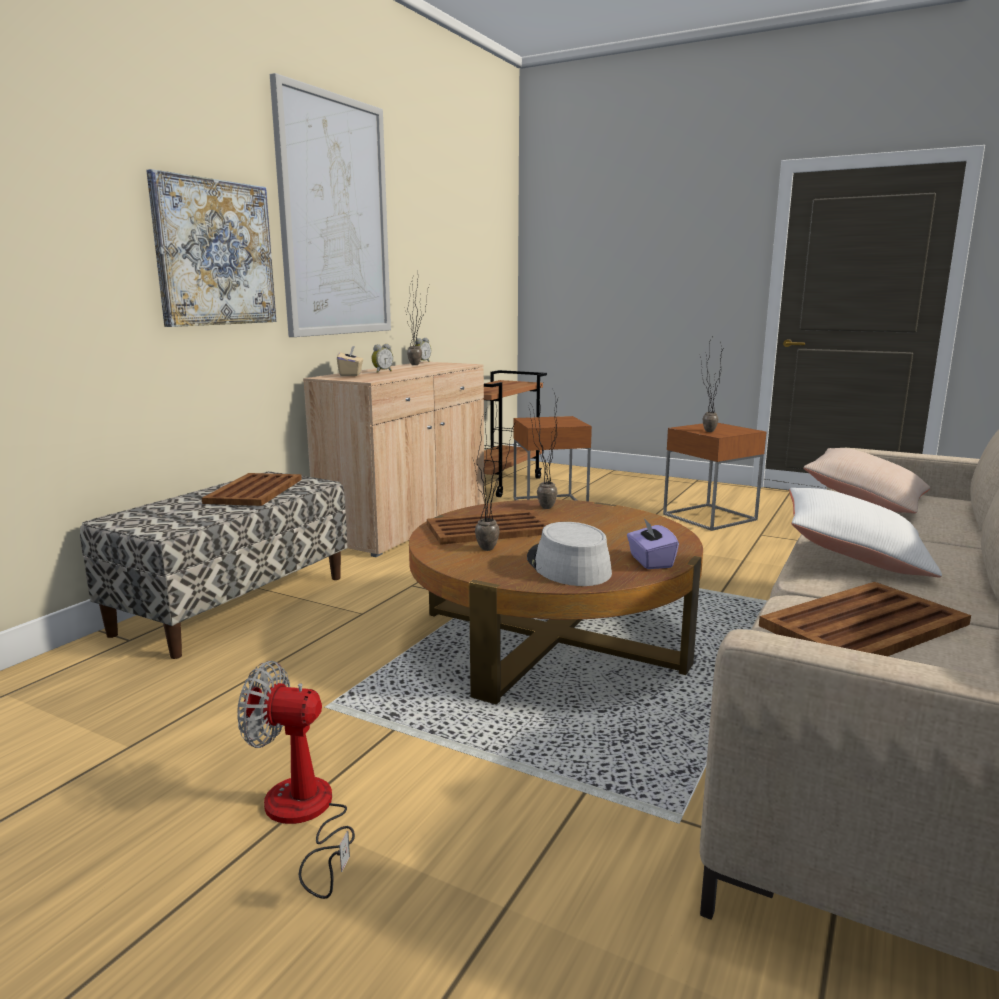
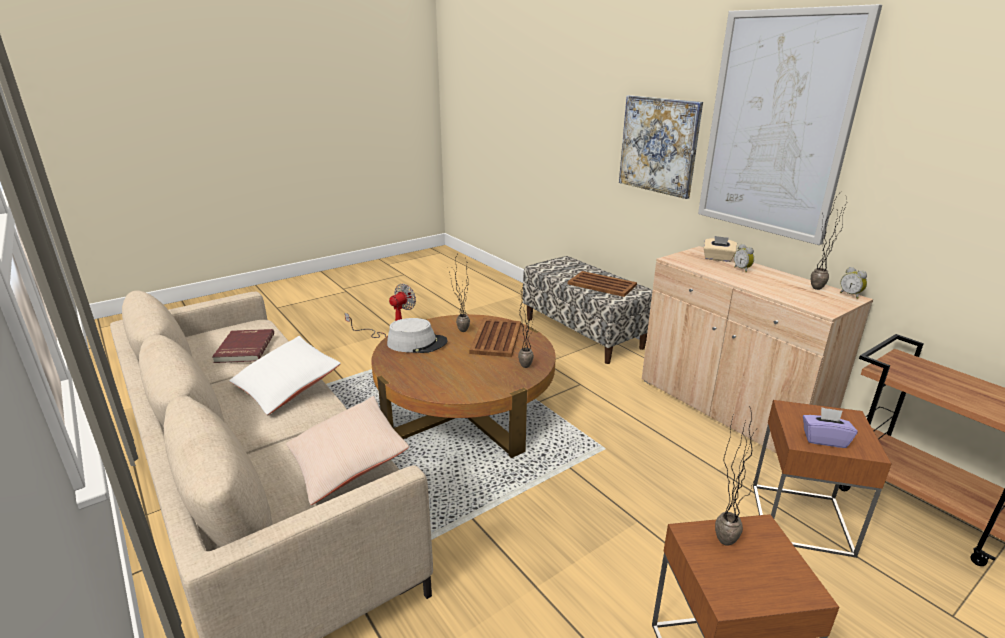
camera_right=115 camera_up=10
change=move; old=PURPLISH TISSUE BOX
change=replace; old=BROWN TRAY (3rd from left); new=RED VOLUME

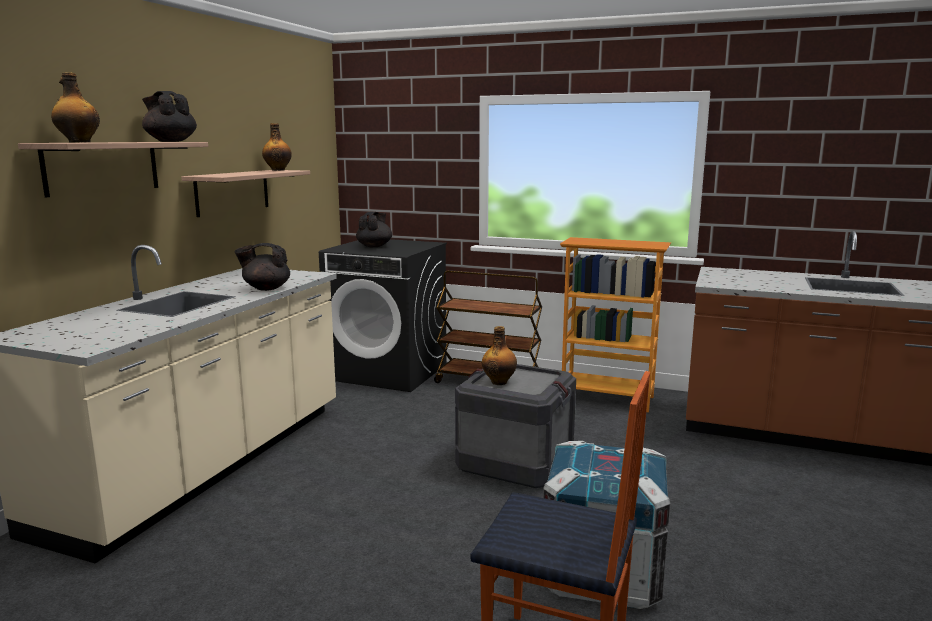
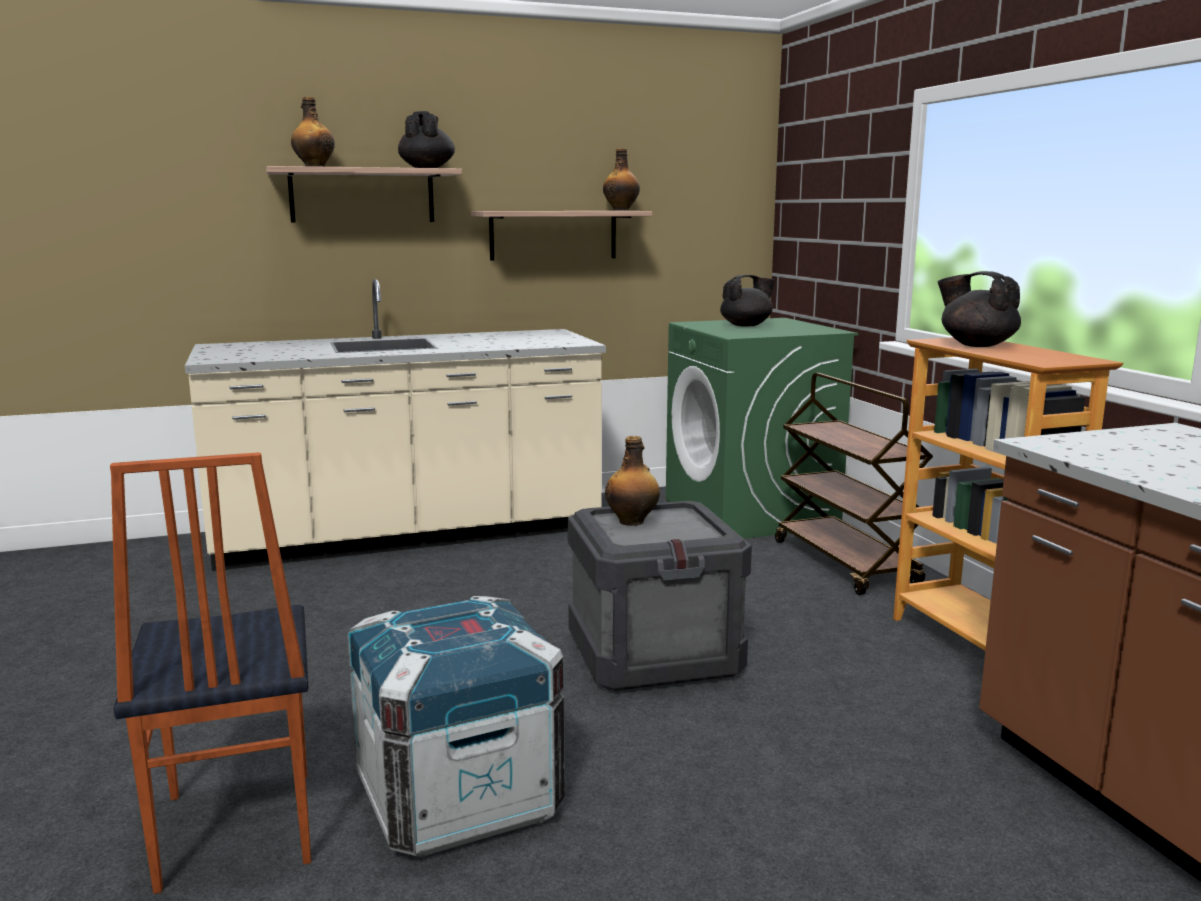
camera_right=50 camera_up=0
change=recolor; old=BLACK-COLOURED LAUNDRY APPLIANCE; new=GREEN LAUNDRY APPLIANCE
change=move; old=BLACK-COLOURED TEA POT (2nd from left in the first image); new=BLACK-COLOURED TEA POT (3rd from left)

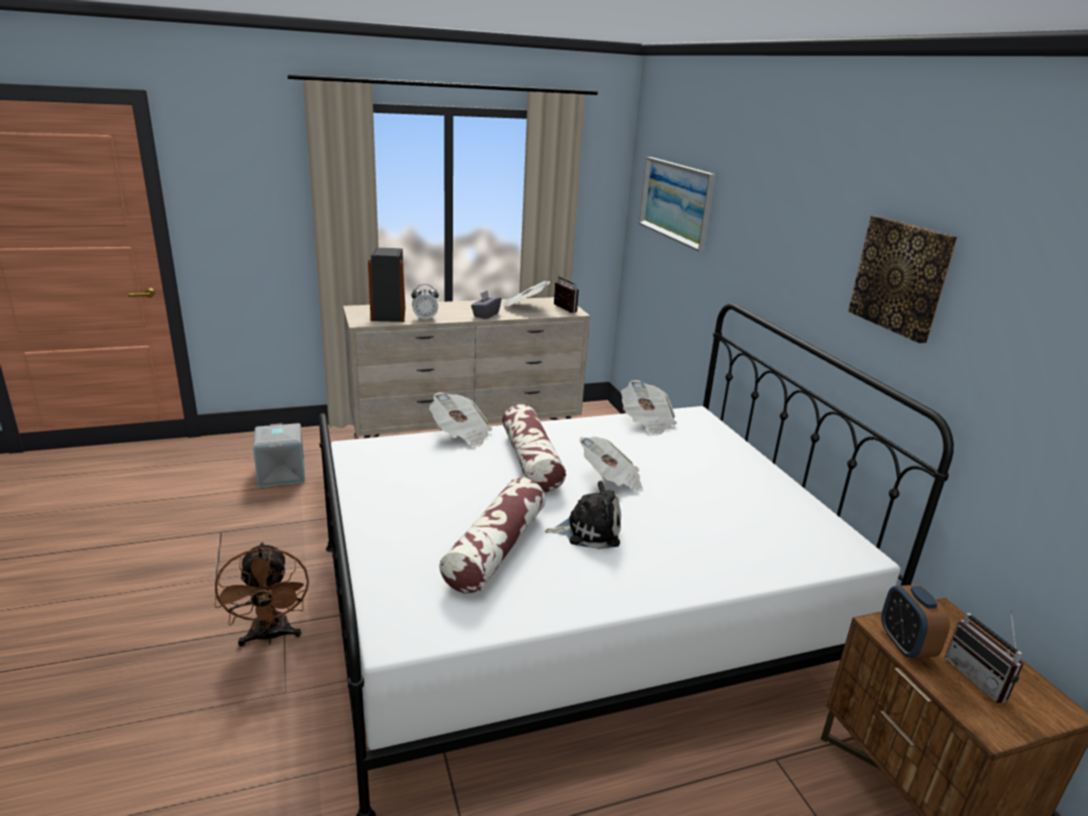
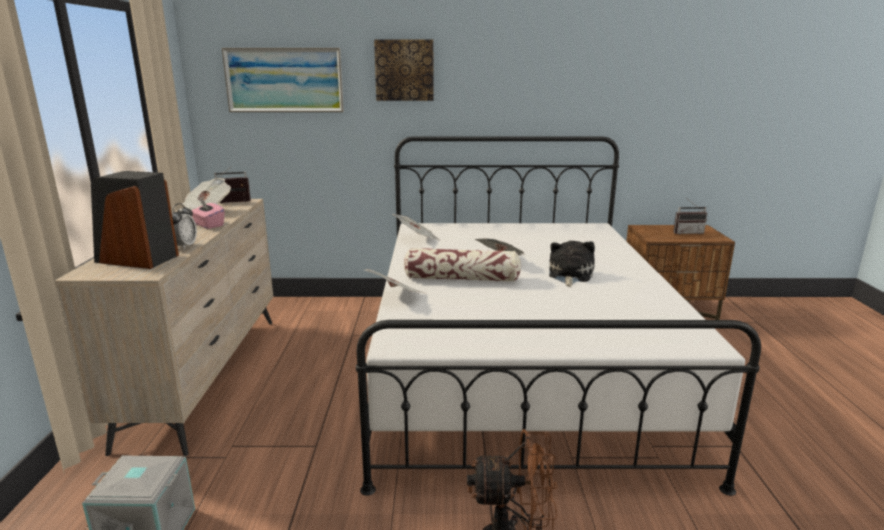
camera_right=-70 camera_up=-5
change=move; old=PICTURE (2nd from left)
change=recolor; old=GREYISH TISSUE BOX; new=PINK-COLOURED TISSUE BOX
change=delete; old=PILLOW (1st from left)
change=delete; old=BEDSIDE CLOCK (2nd from left)

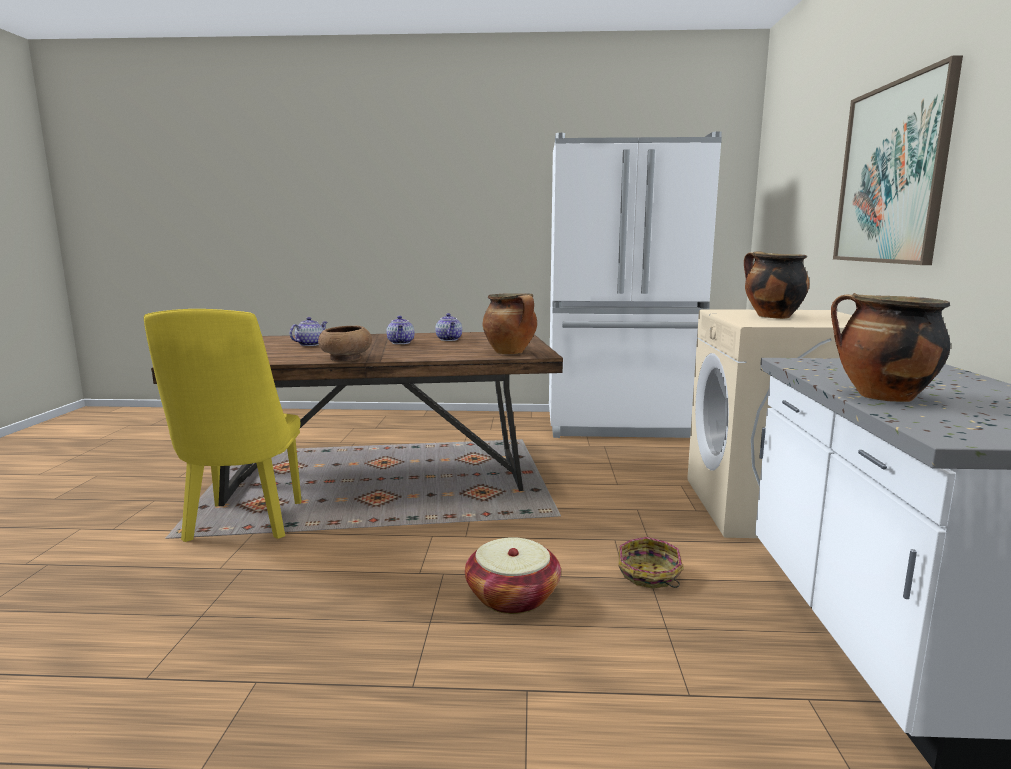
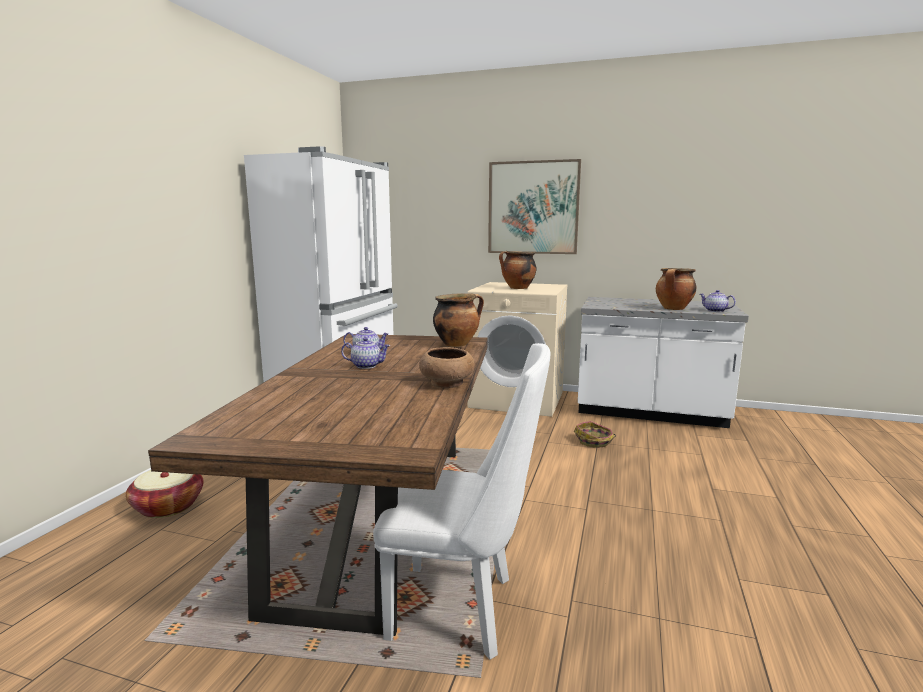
camera_right=-75 camera_up=0
change=recolor; old=YELLOW-COLOURED PLAIN CHAIR; new=WHITE-COLOURED PLAIN CHAIR
change=move; old=TEA POT (1st from left in the first image); new=TEA POT (3rd from left)
change=move; old=HOUSEHOLD BASKET (1st from left)

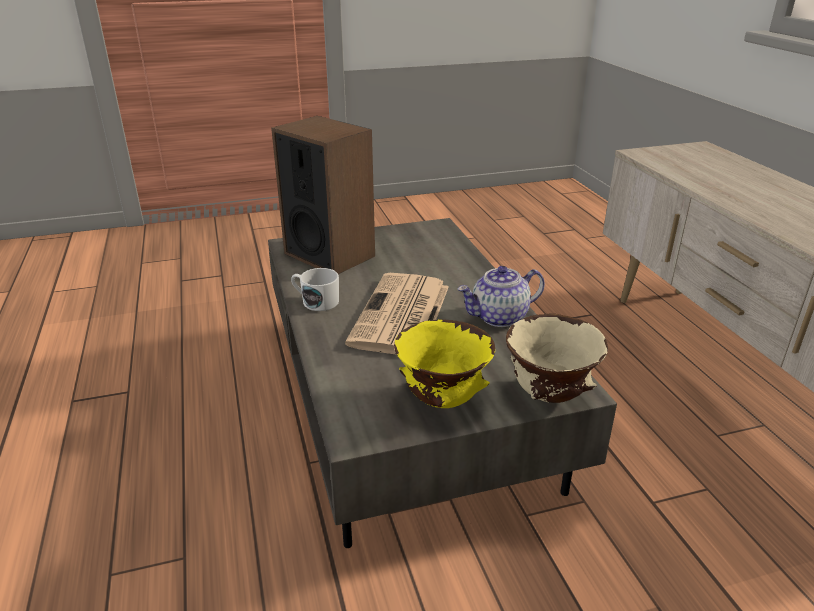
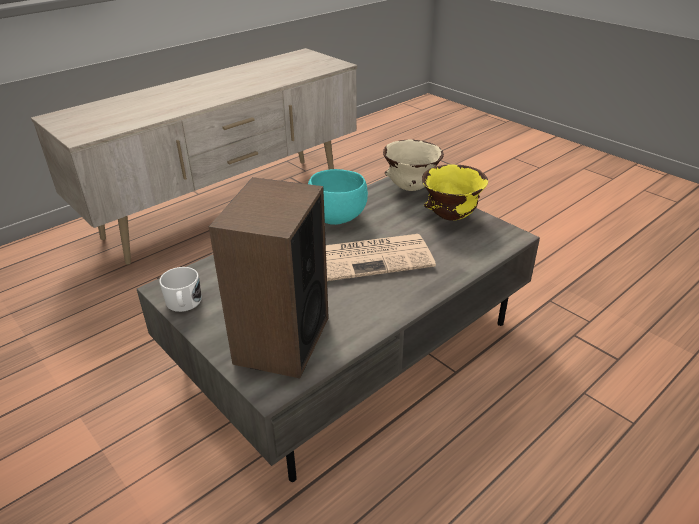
camera_right=-115 camera_up=5
change=replace; old=TEA POT; new=BLUE-GREEN BOWL
change=move; old=WHITE-COLOURED TEA MUG

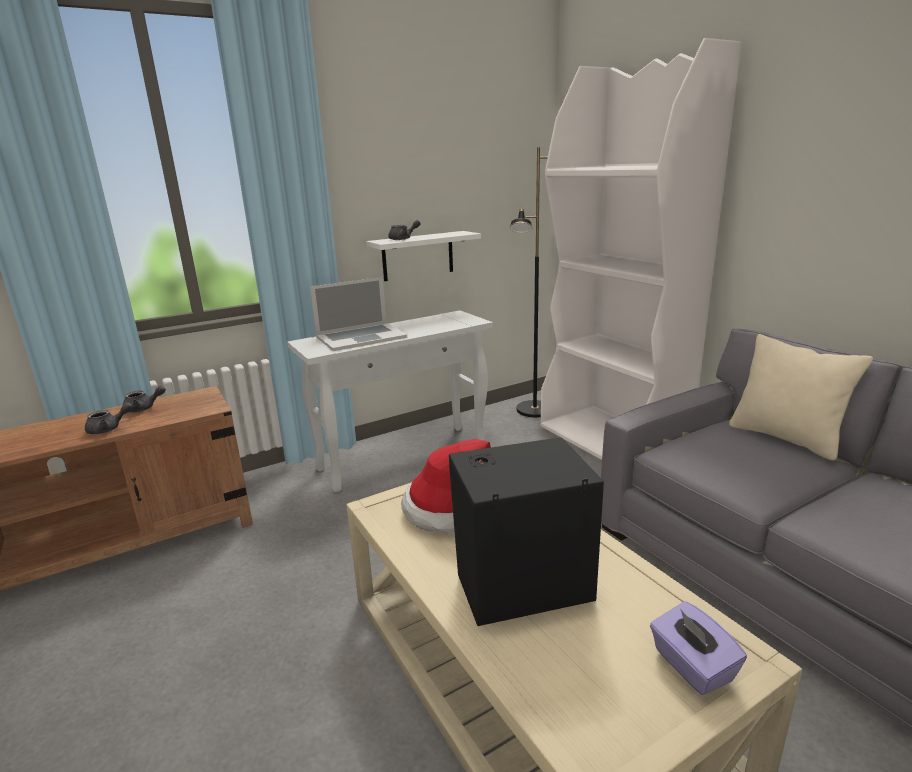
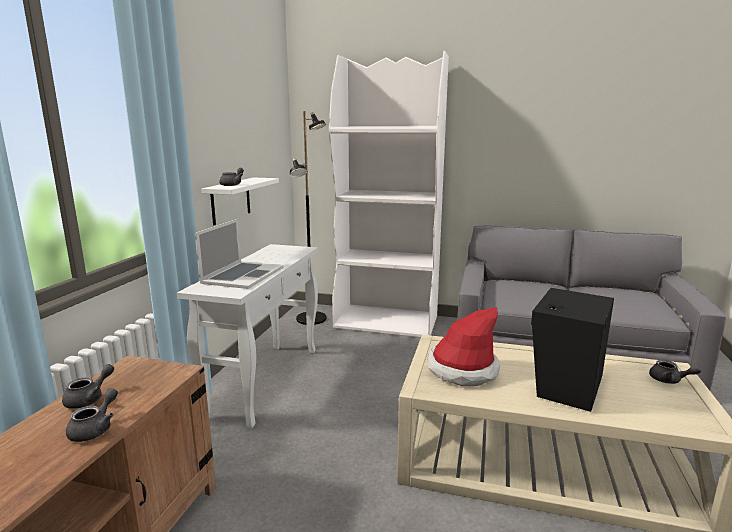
camera_right=-45 camera_up=-5
change=delete; old=BEIGE-COLOURED PILLOW
change=replace; old=PURPLISH TISSUE BOX; new=GREYISH TEA POT (4th from left)

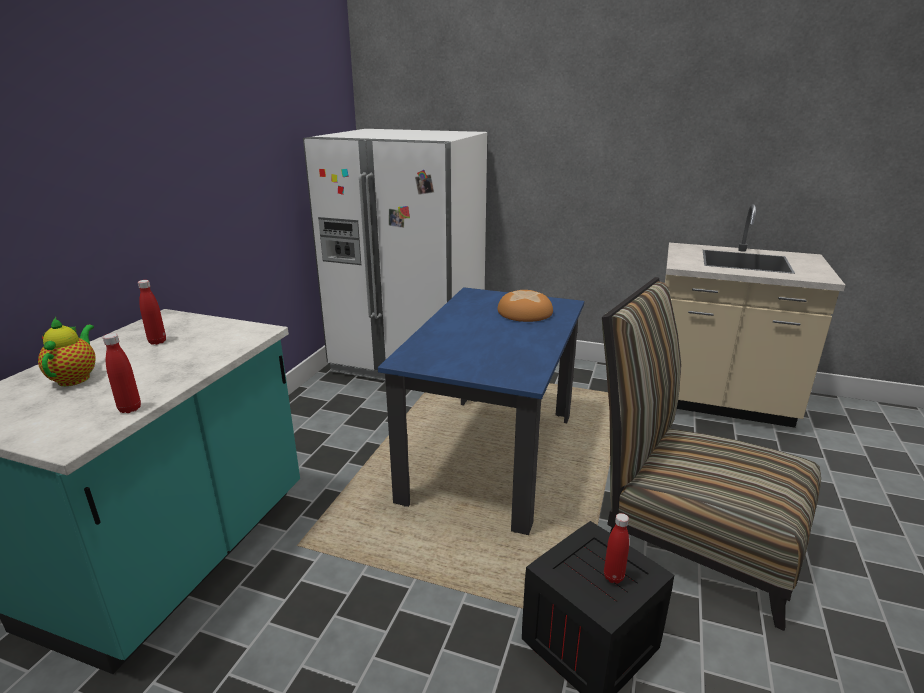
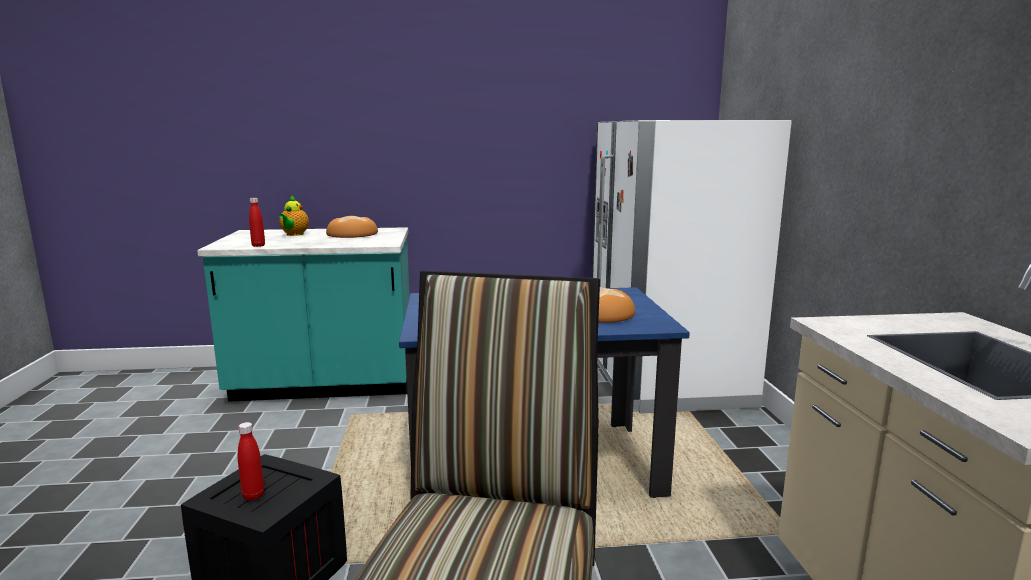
camera_right=65 camera_up=-10
change=replace; old=RED BOTTLE (2nd from left); new=BREAD (1st from left)
change=rotate; old=TEA POT; degrees=120

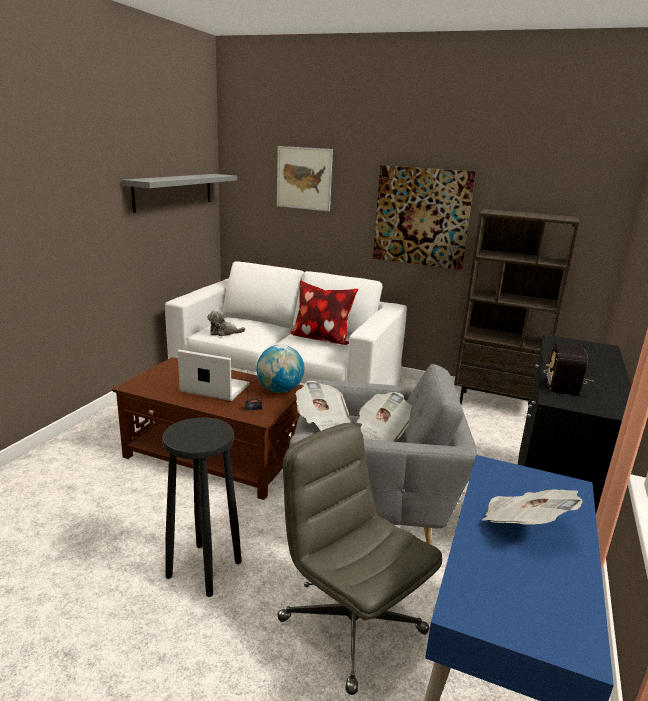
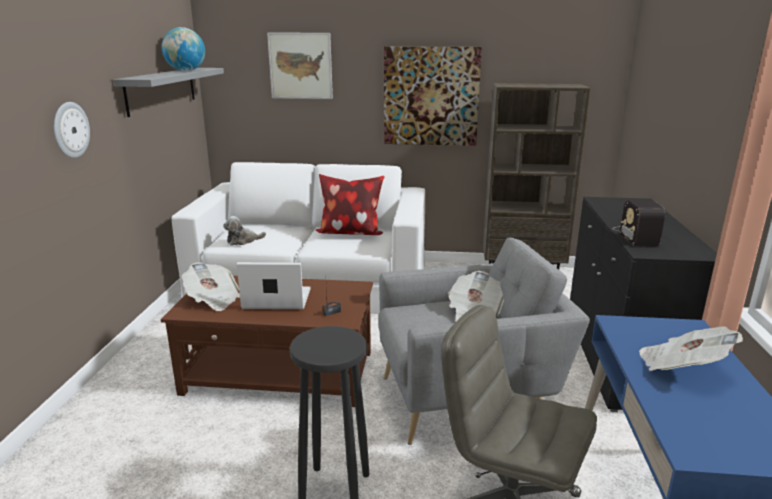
camera_right=-15 camera_up=0
change=move; old=DESK GLOBE
change=move; old=PRINTED PAPER (1st from left)
change=insert; new=HANGING CLOCK

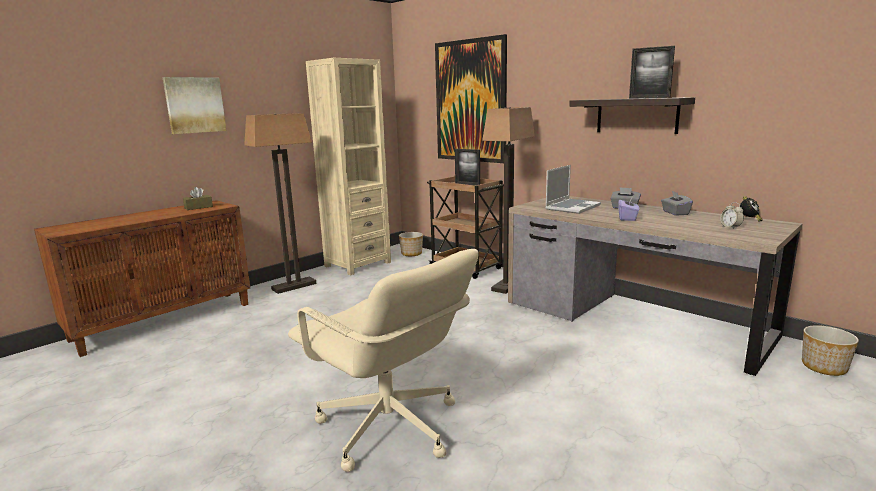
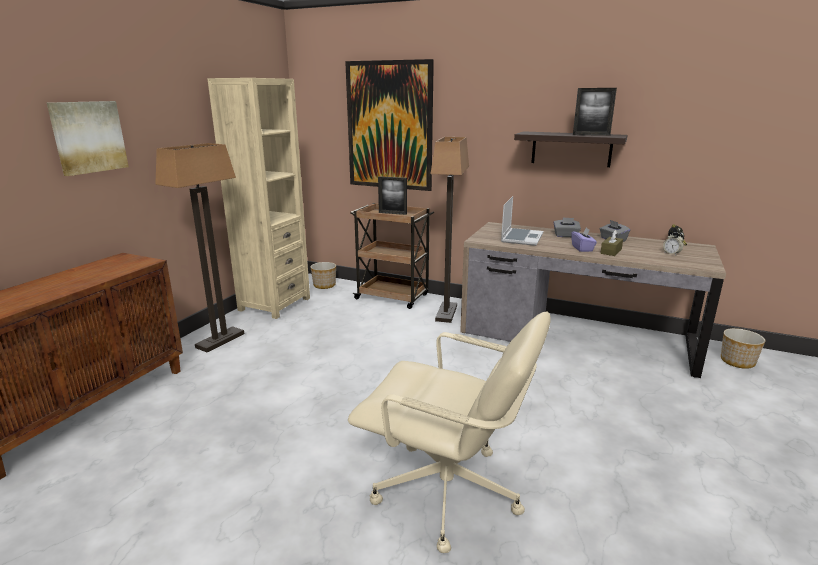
camera_right=-20 camera_up=5
change=move; old=BROWN TISSUE BOX

